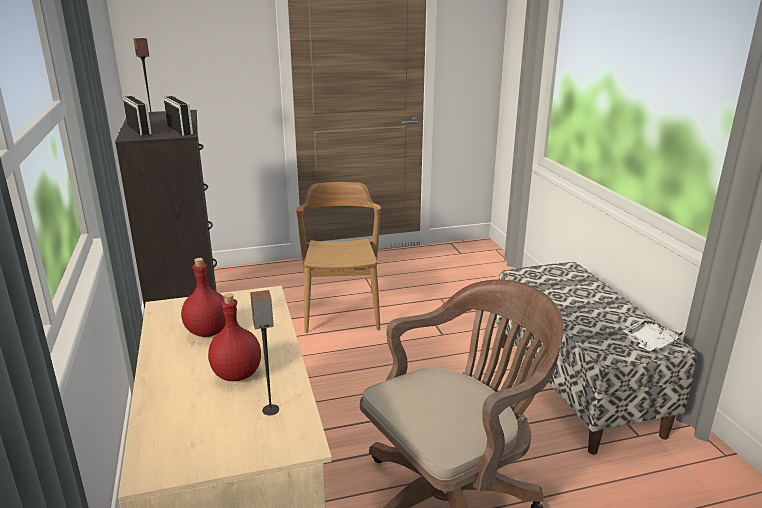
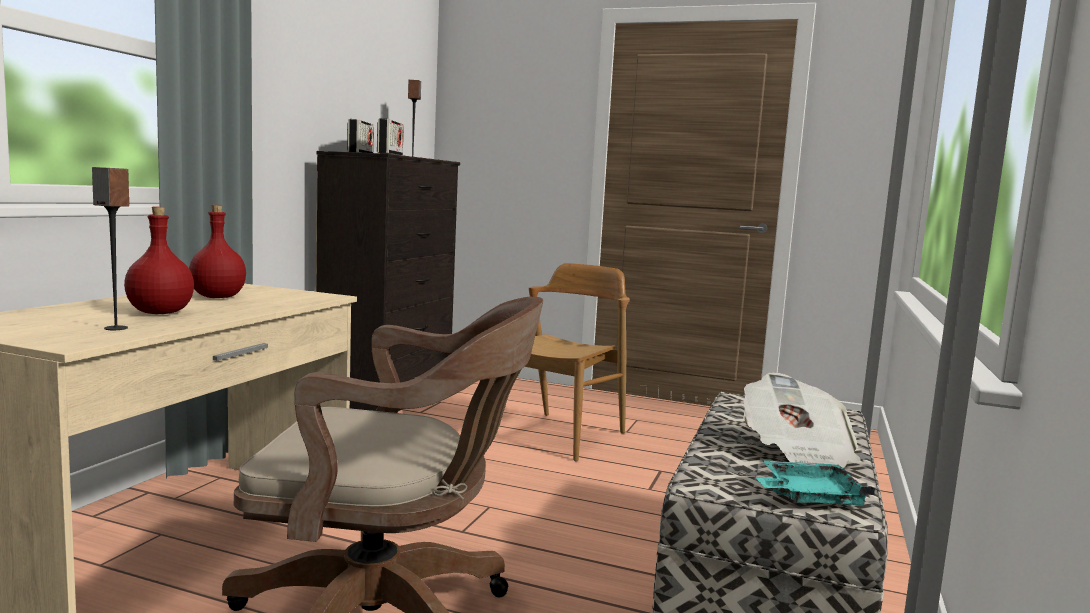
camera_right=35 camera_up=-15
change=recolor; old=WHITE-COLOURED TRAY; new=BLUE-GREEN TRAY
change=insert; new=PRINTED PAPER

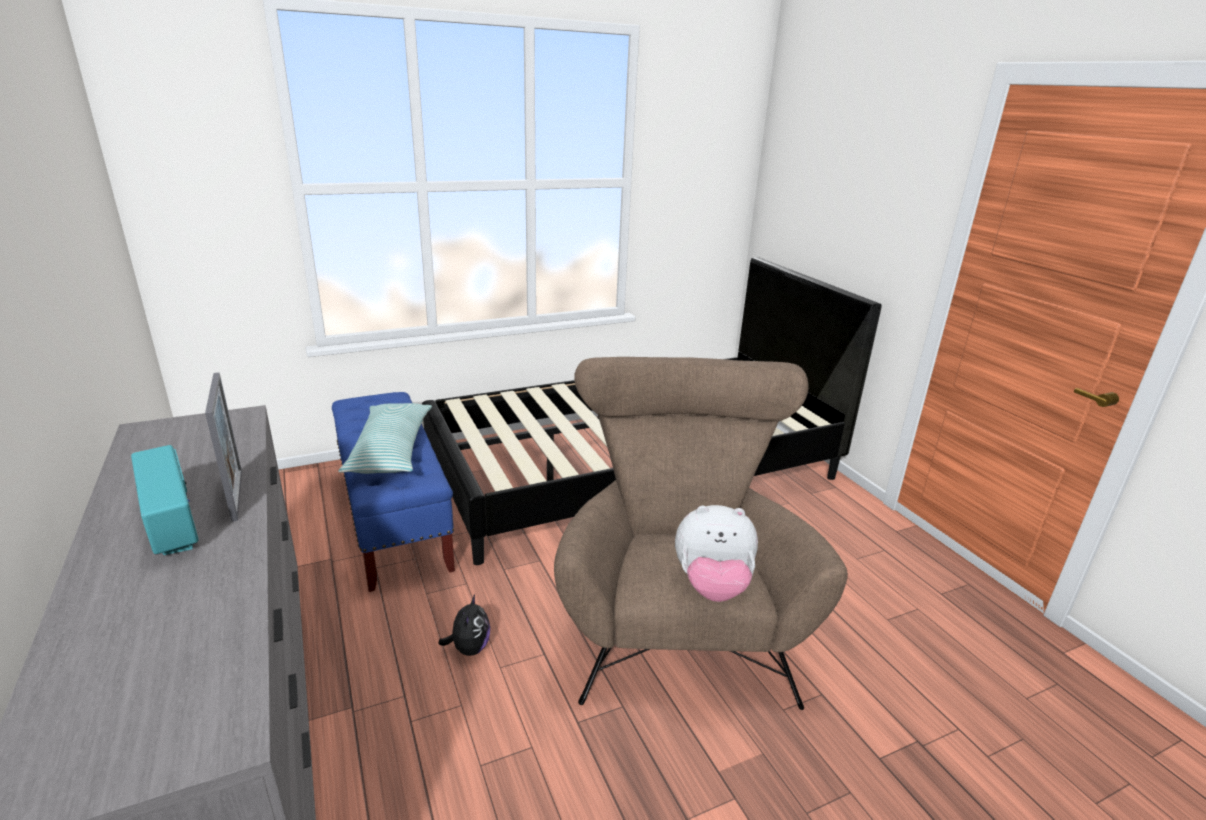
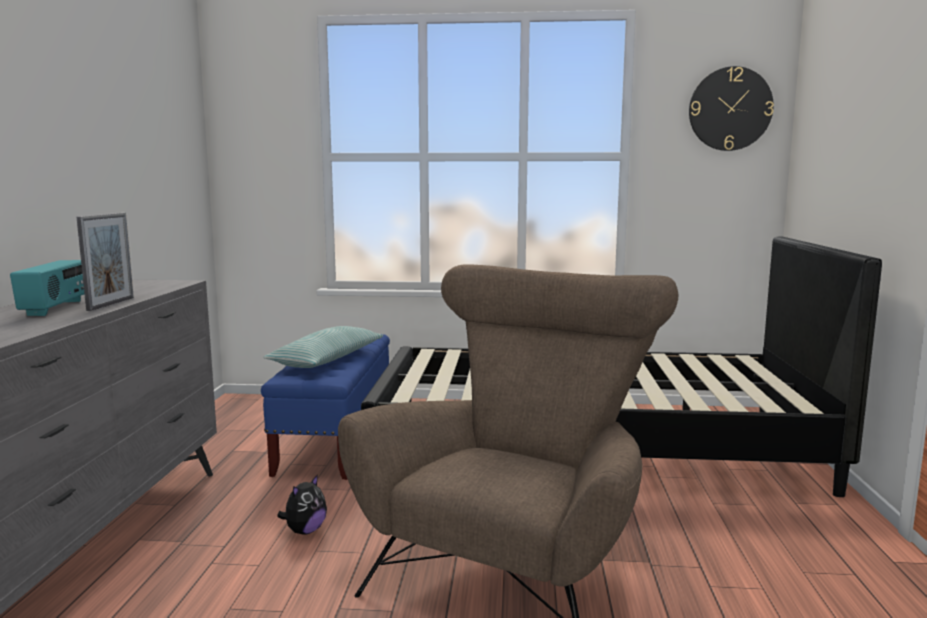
camera_right=30 camera_up=-15
change=delete; old=SOFT TOY (2nd from left)
change=insert; new=HANGING CLOCK

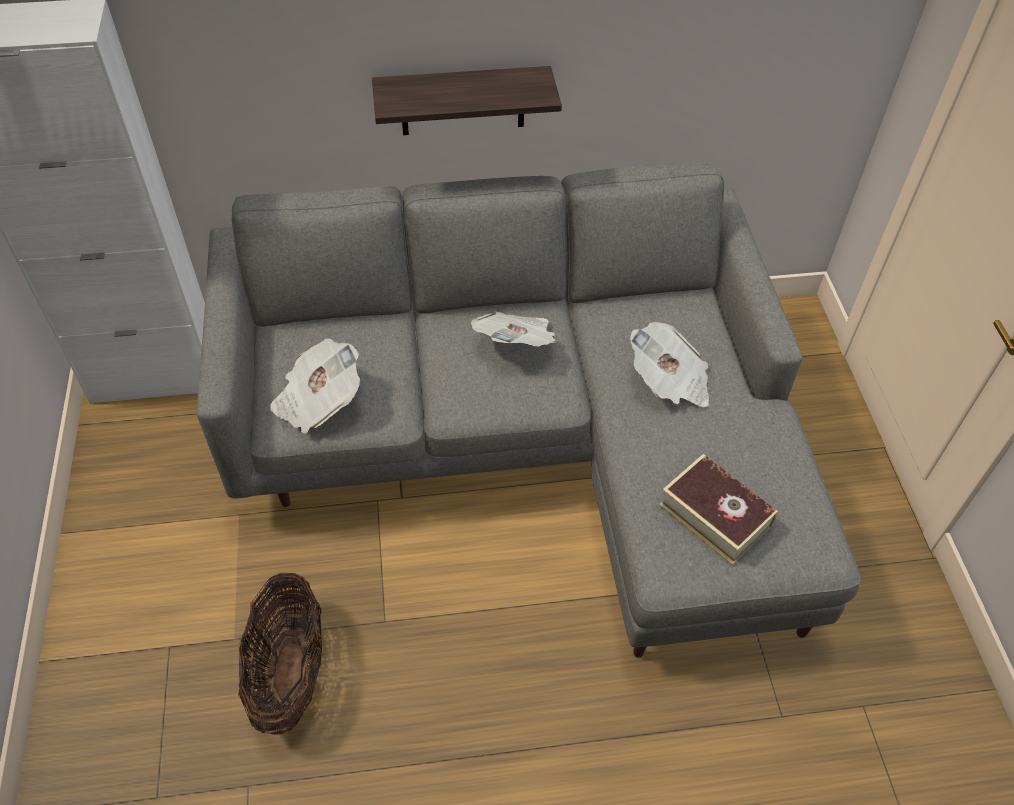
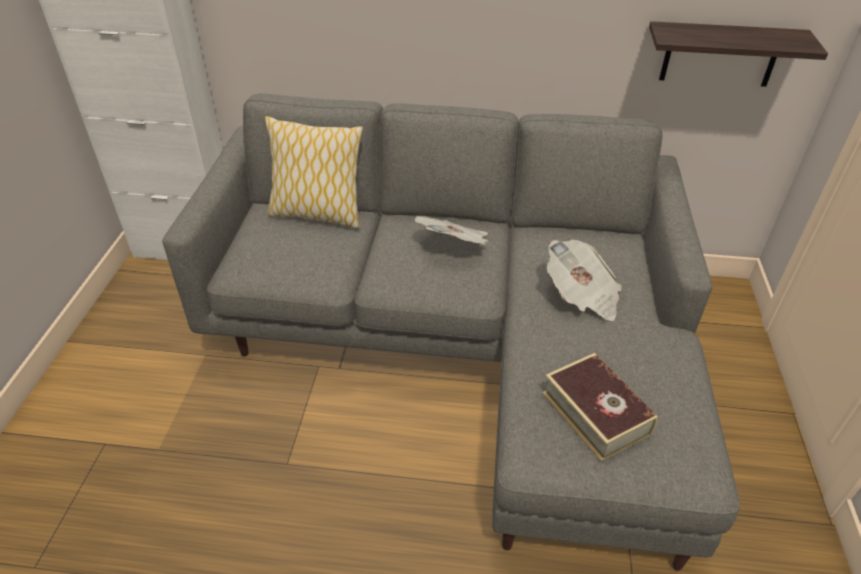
camera_right=15 camera_up=-10
change=move; old=SHELF
change=delete; old=PRINTED PAPER (1st from left)
change=delete; old=HOUSEHOLD BASKET
change=insert; new=PILLOW

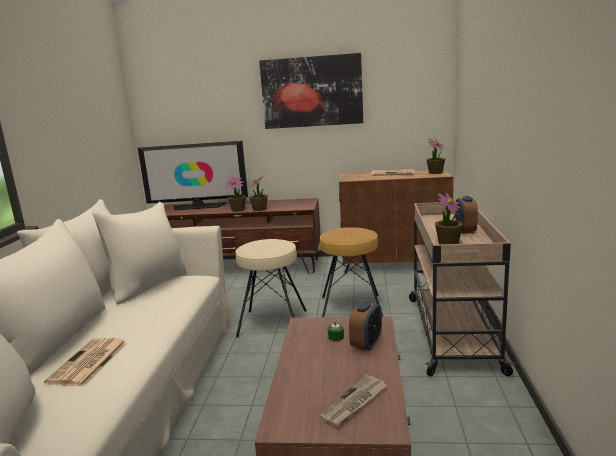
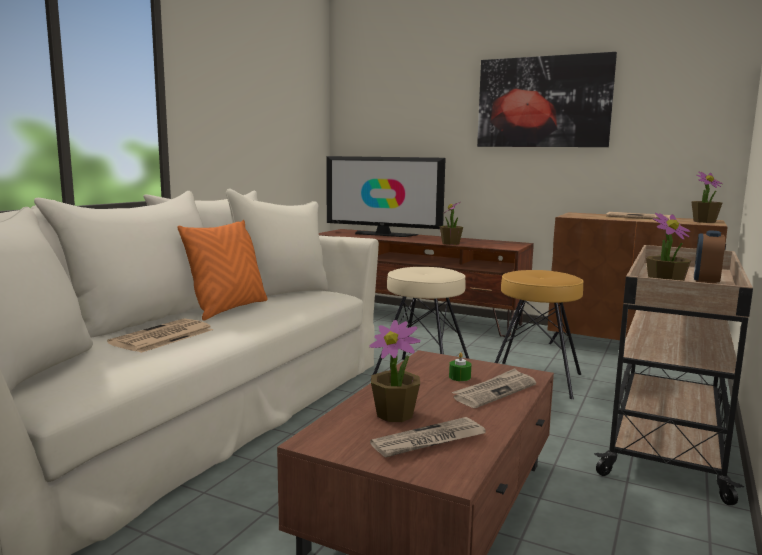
camera_right=20 camera_up=-5
change=move; old=HOUSEPLANT (1st from left)
change=replace; old=BEDSIDE CLOCK (1st from left); new=PRINTED PAPER (3rd from left)
change=insert; new=ORANGE-COLOURED PILLOW

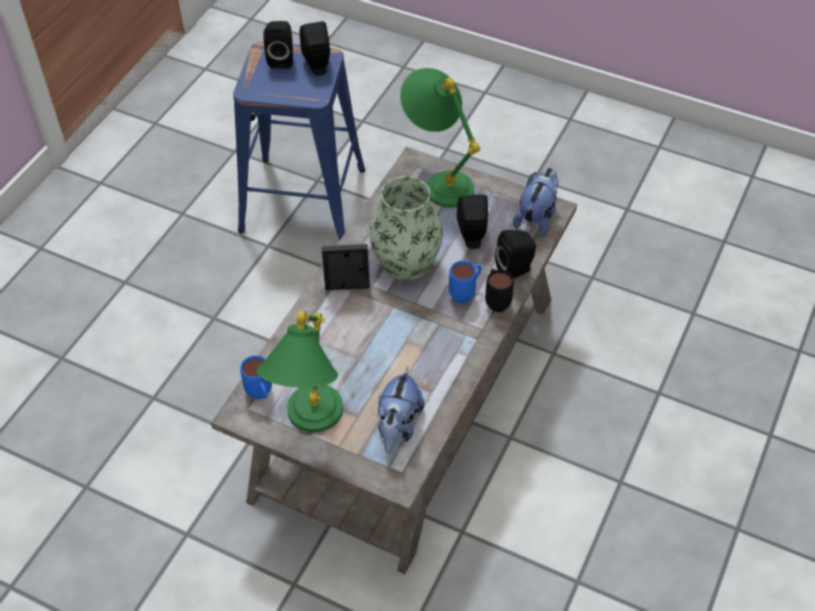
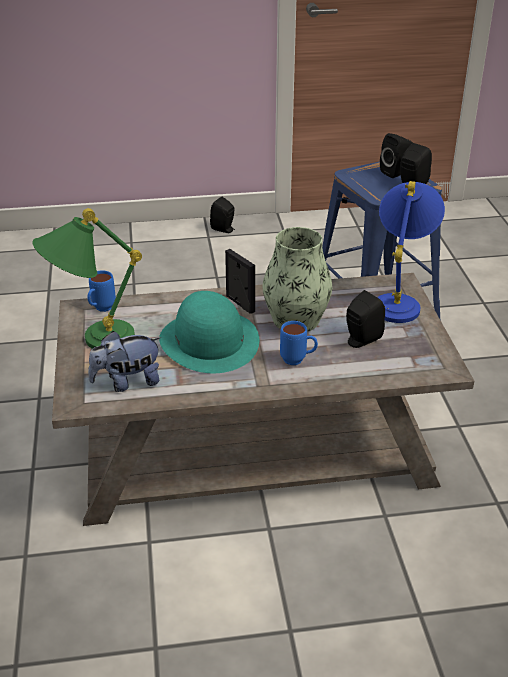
camera_right=55 camera_up=-15
change=recolor; old=GREEN TABLETOP LAMP (2nd from left); new=BLUE-COLOURED TABLETOP LAMP
change=delete; old=SOFT TOY (2nd from left)
change=move; old=BLACK-COLOURED LOUDSPEAKER (4th from left in the first image); new=BLACK-COLOURED LOUDSPEAKER (1st from left)
change=delete; old=BLACK-COLOURED TEA MUG
change=insert; new=BLUE-GREEN HAT

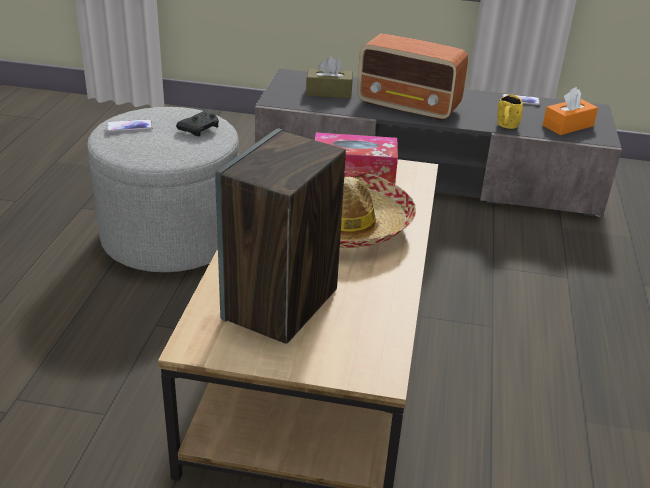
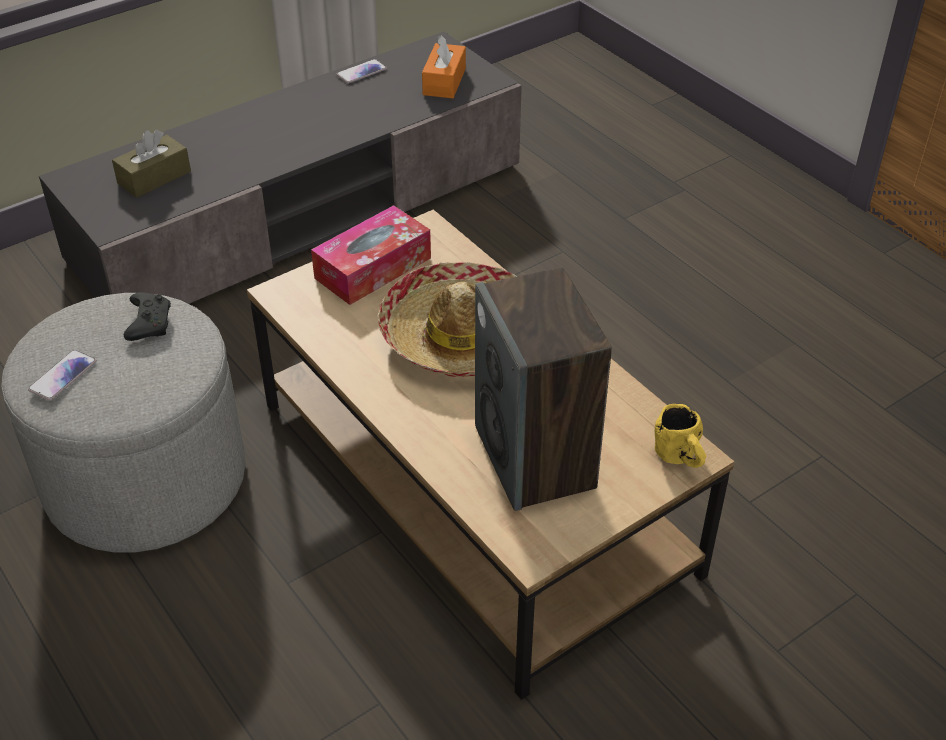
camera_right=-45 camera_up=10
change=delete; old=RADIO SET
change=move; old=YELLOW-COLOURED TEA MUG

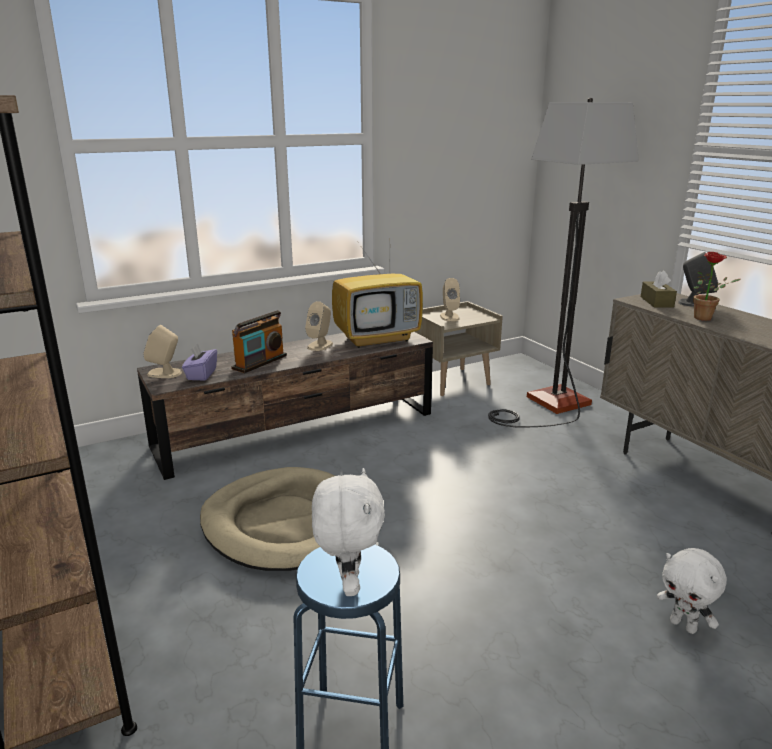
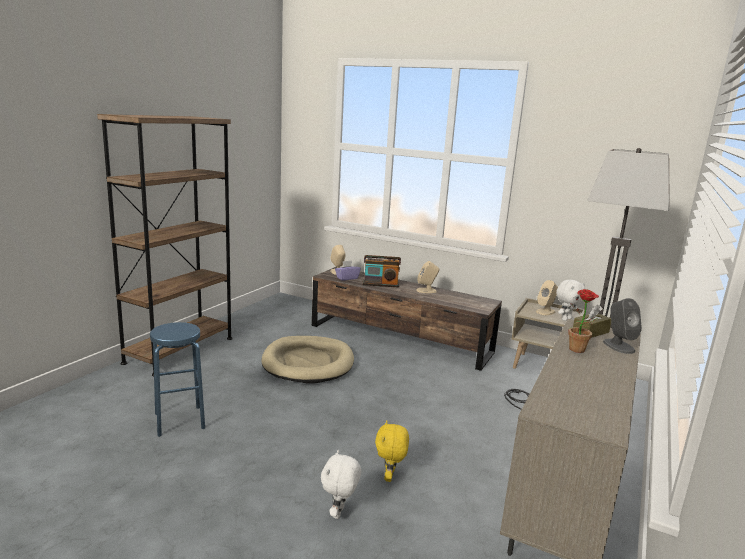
camera_right=55 camera_up=-5
change=delete; old=TELEVISION
change=move; old=WHITE-COLOURED SOFT TOY (1st from left in the first image); new=WHITE-COLOURED SOFT TOY (2nd from left)
change=insert; new=YELLOW-COLOURED SOFT TOY

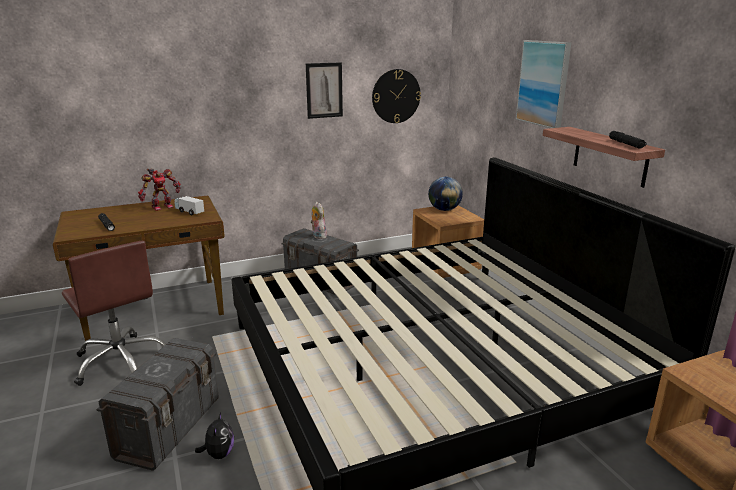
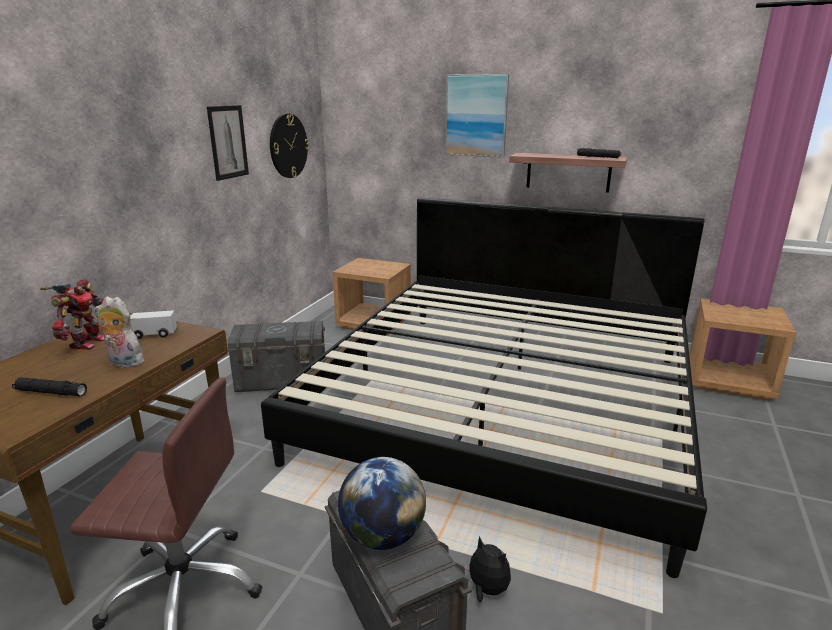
camera_right=-45 camera_up=0
change=move; old=DESK GLOBE
change=move; old=SOFT TOY (2nd from left in the first image); new=SOFT TOY (1st from left)

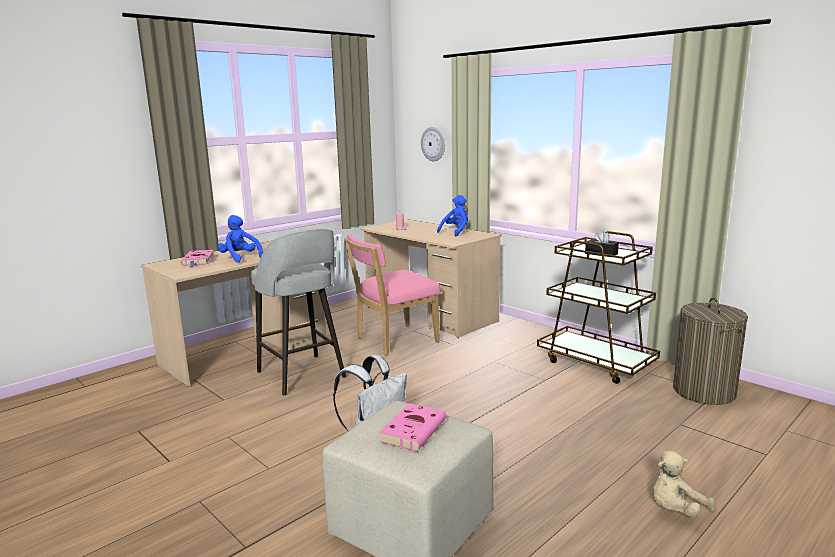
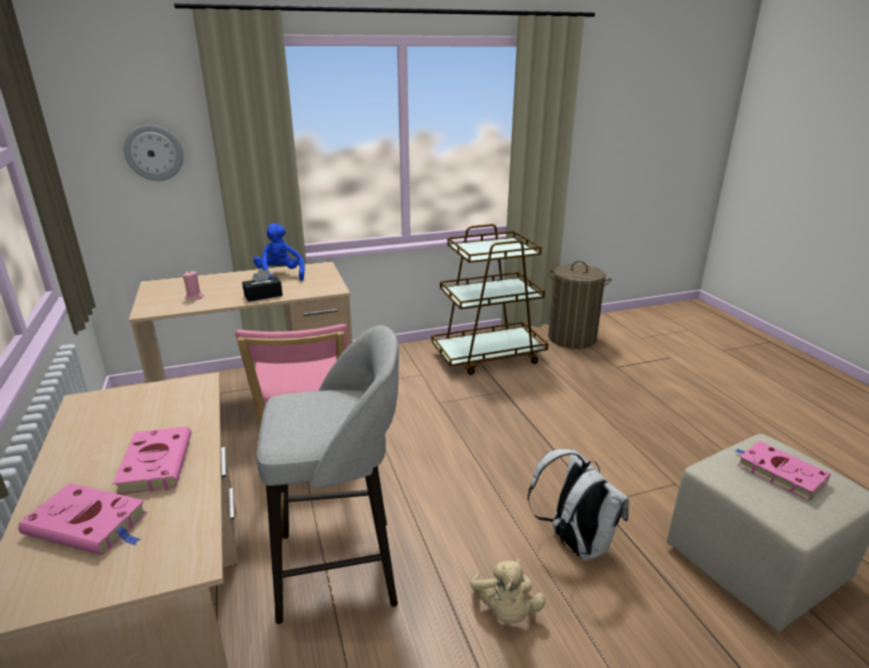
camera_right=-65 camera_up=10
change=replace; old=BLUE-COLOURED SOFT TOY (1st from left); new=PINK-COLOURED VOLUME (2nd from left)
change=move; old=BLACK-COLOURED TISSUE BOX
change=move; old=BEIGE-COLOURED SOFT TOY

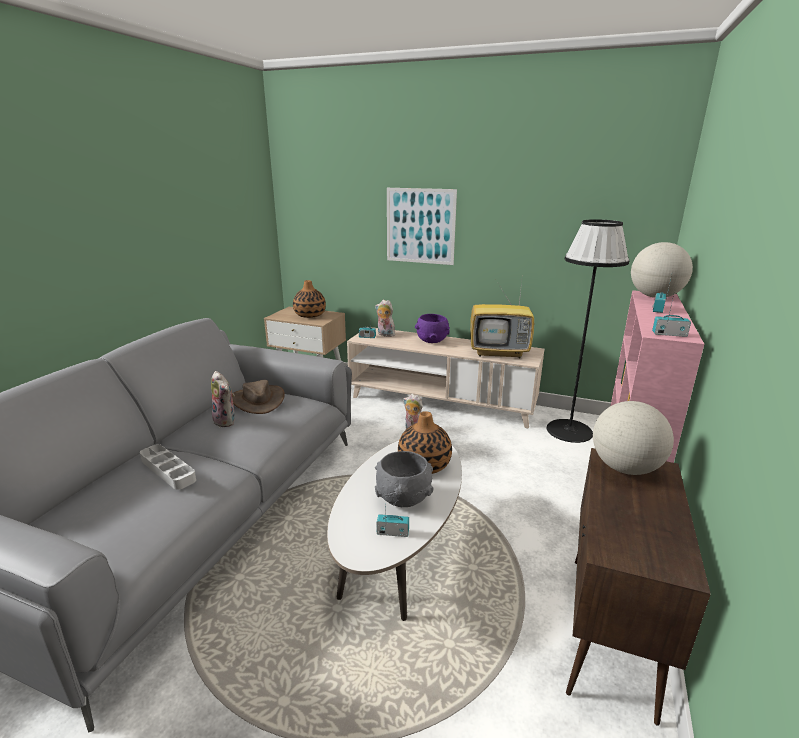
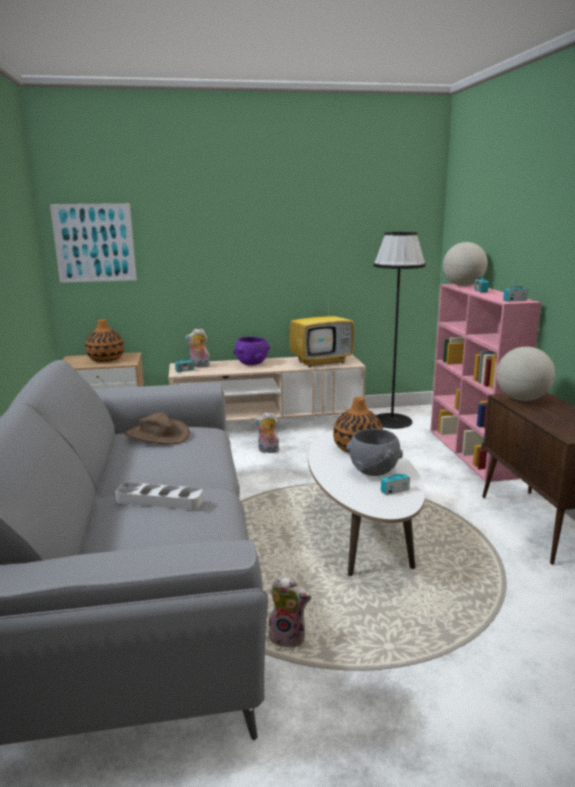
camera_right=-30 camera_up=-5
change=move; old=PICTURE
change=move; old=SOFT TOY (1st from left in the first image); new=SOFT TOY (3rd from left)

